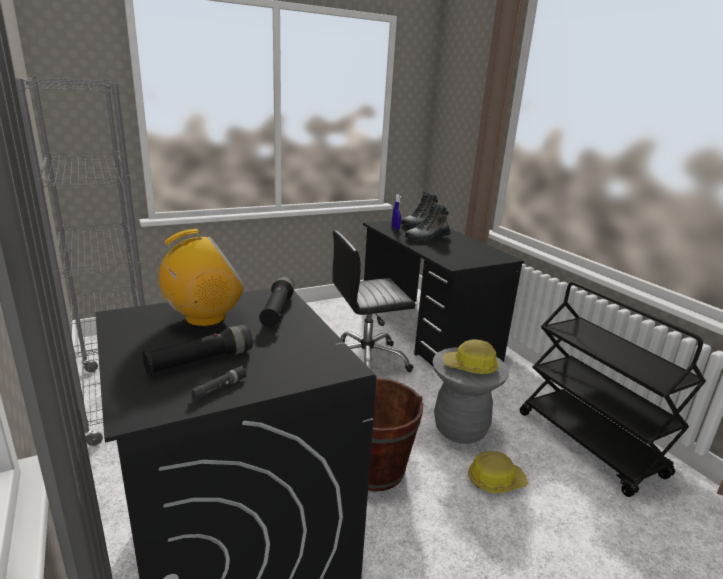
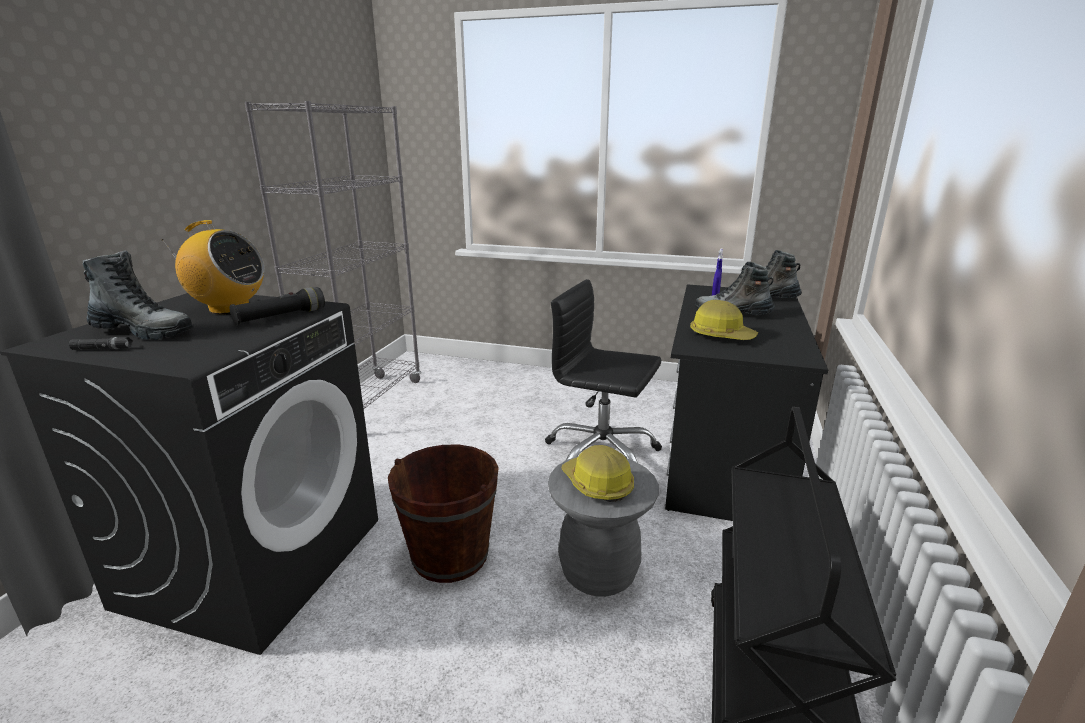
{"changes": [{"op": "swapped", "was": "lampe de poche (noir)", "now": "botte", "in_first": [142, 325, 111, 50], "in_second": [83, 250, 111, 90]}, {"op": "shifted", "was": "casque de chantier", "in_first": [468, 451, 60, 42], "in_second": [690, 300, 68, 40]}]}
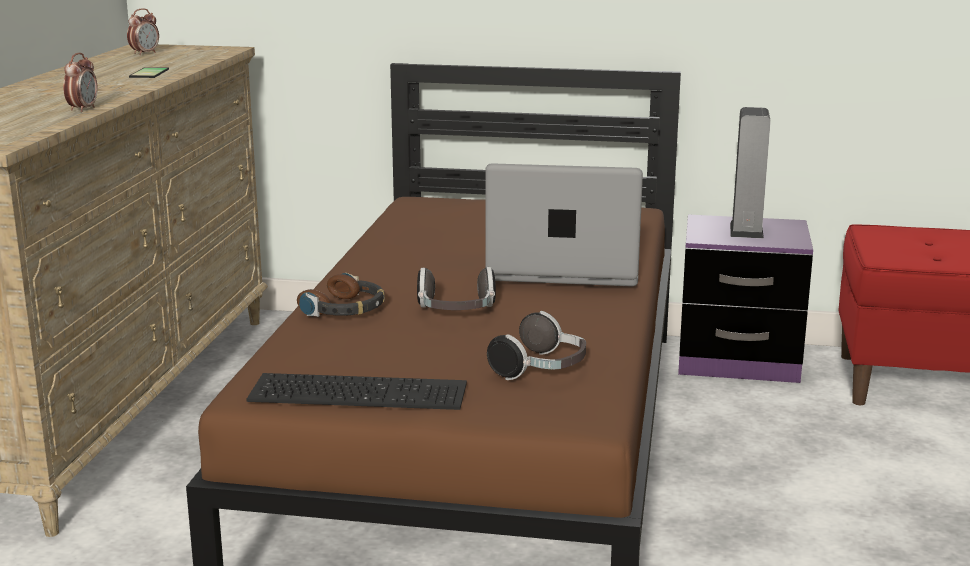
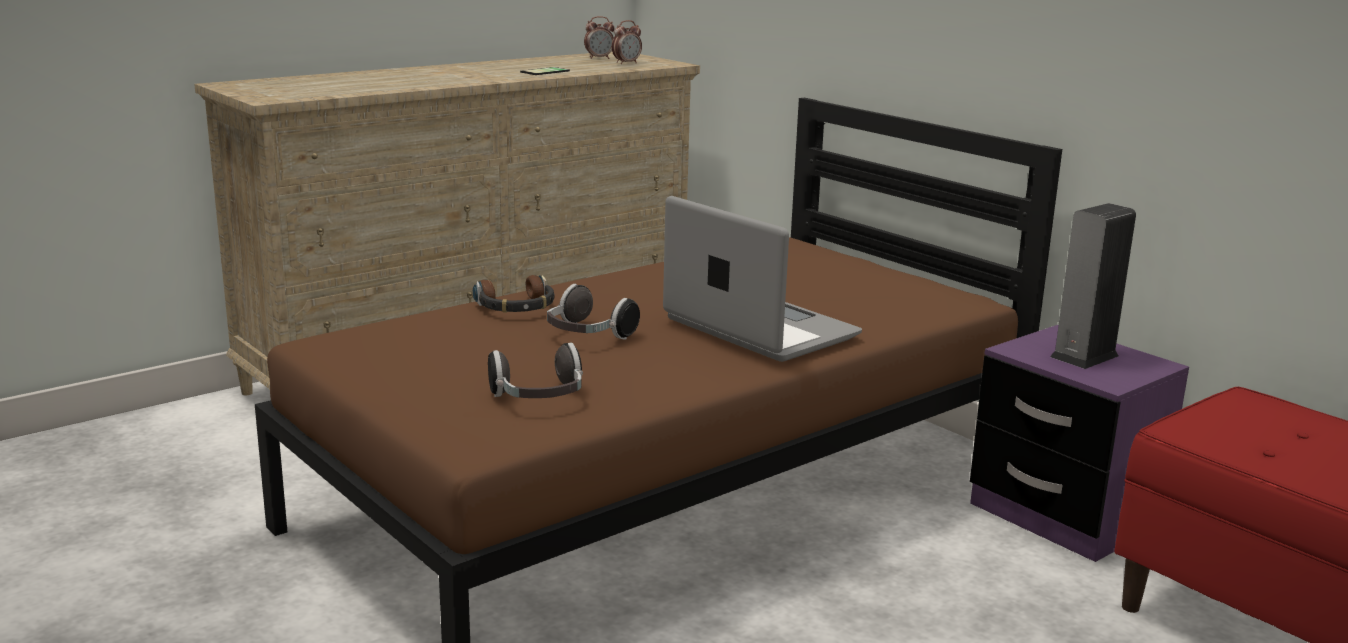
{"changes": [{"op": "shifted", "was": "réveil", "in_first": [63, 53, 35, 59], "in_second": [612, 20, 30, 44]}, {"op": "gone", "was": "clavier", "in_first": [246, 373, 221, 37]}]}
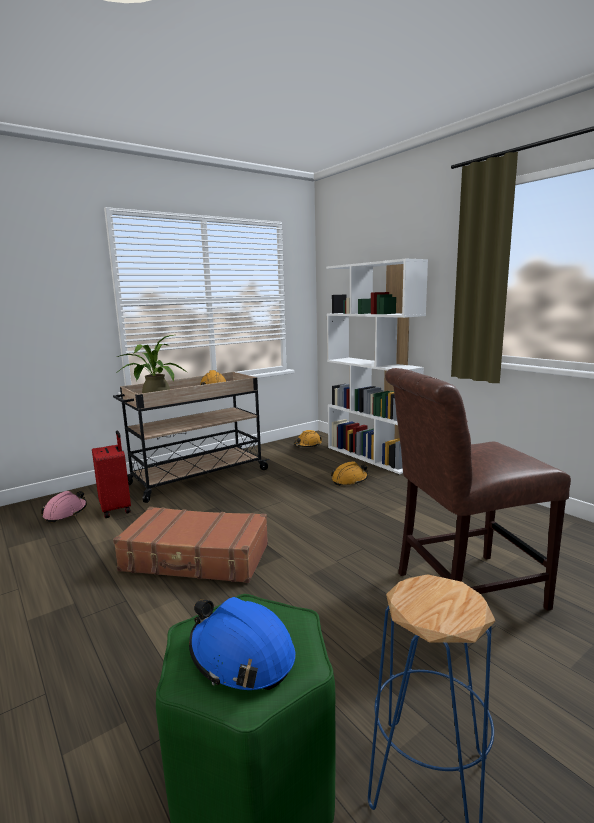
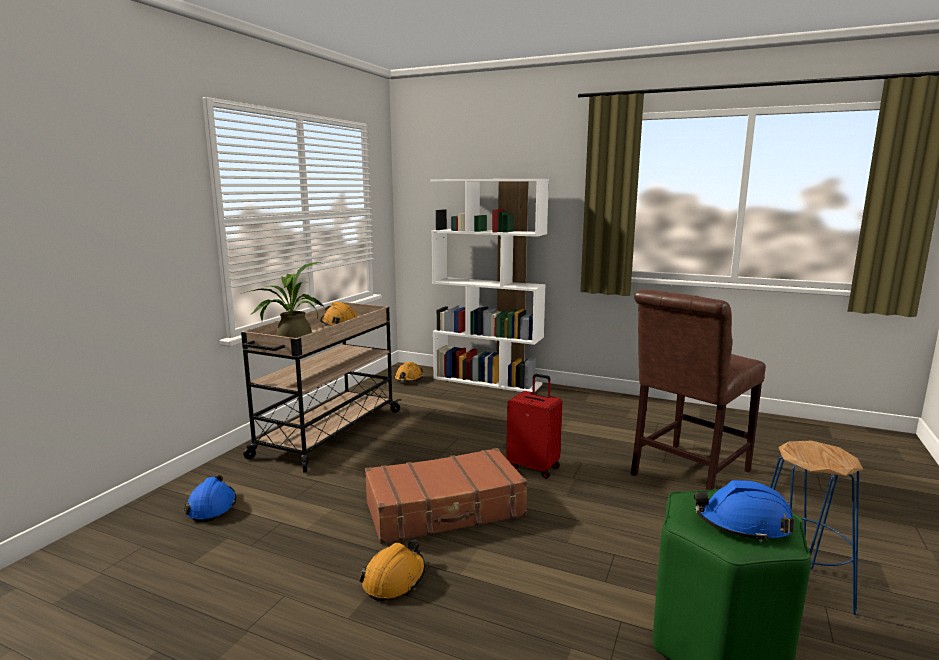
{"changes": [{"op": "repainted", "was": "casque de chantier (rose)", "now": "casque de chantier (bleu)", "in_first": [41, 491, 46, 31], "in_second": [184, 475, 53, 47]}, {"op": "shifted", "was": "valise (rouge)", "in_first": [92, 430, 39, 88], "in_second": [506, 374, 56, 105]}, {"op": "shifted", "was": "casque de chantier (orange)", "in_first": [331, 461, 37, 25], "in_second": [360, 540, 66, 61]}]}
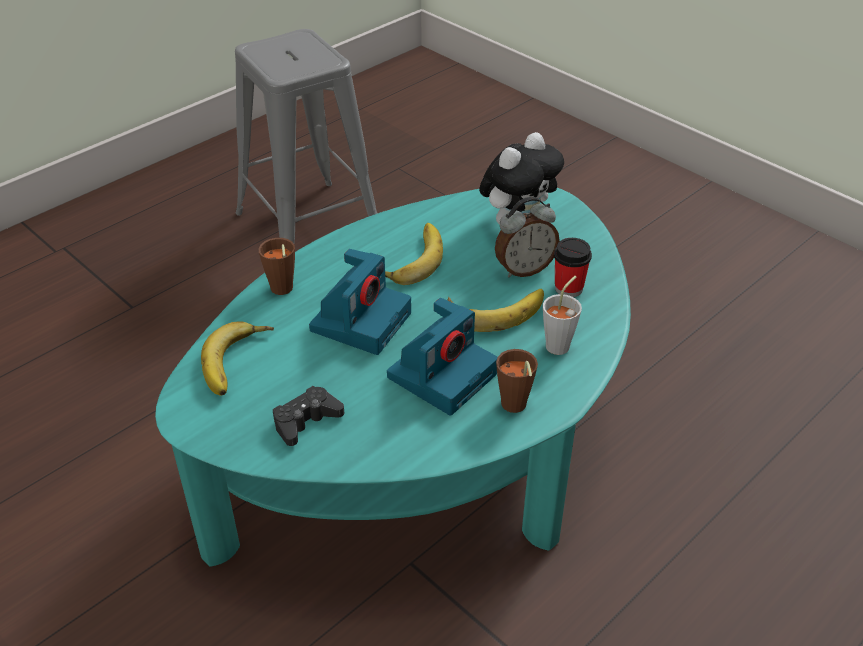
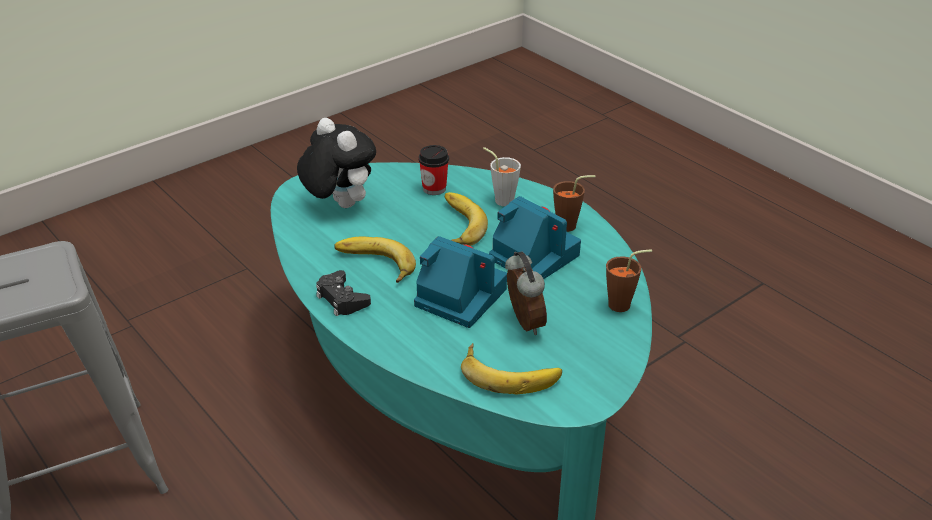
{"changes": [{"op": "shifted", "was": "tasse (marron)", "in_first": [259, 238, 36, 57], "in_second": [606, 249, 46, 63]}, {"op": "shifted", "was": "manette (noir)", "in_first": [273, 386, 71, 60], "in_second": [316, 270, 55, 46]}, {"op": "shifted", "was": "réveil", "in_first": [495, 197, 65, 80], "in_second": [505, 251, 42, 84]}]}
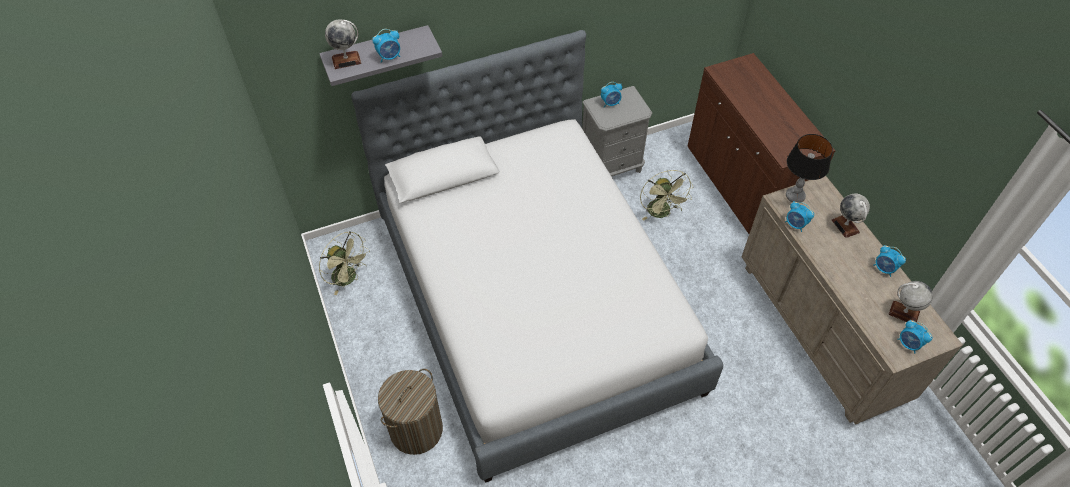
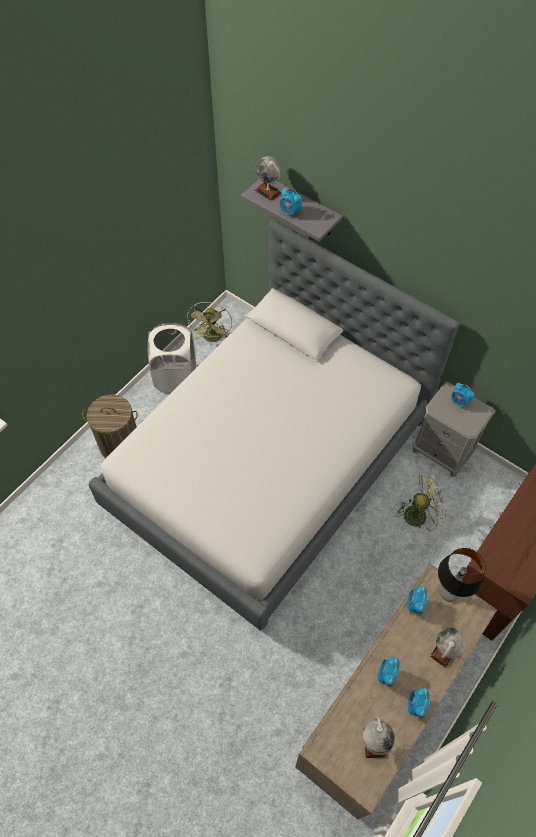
{"changes": [{"op": "rotated", "was": "ventilateur (vert)", "in_first": [640, 170, 53, 50], "in_second": [396, 472, 51, 61], "clockwise": -150}, {"op": "shifted", "was": "réveil", "in_first": [897, 320, 36, 33], "in_second": [378, 657, 21, 30]}, {"op": "new", "now": "panier à linge (blanc)", "in_second": [148, 323, 48, 70]}]}
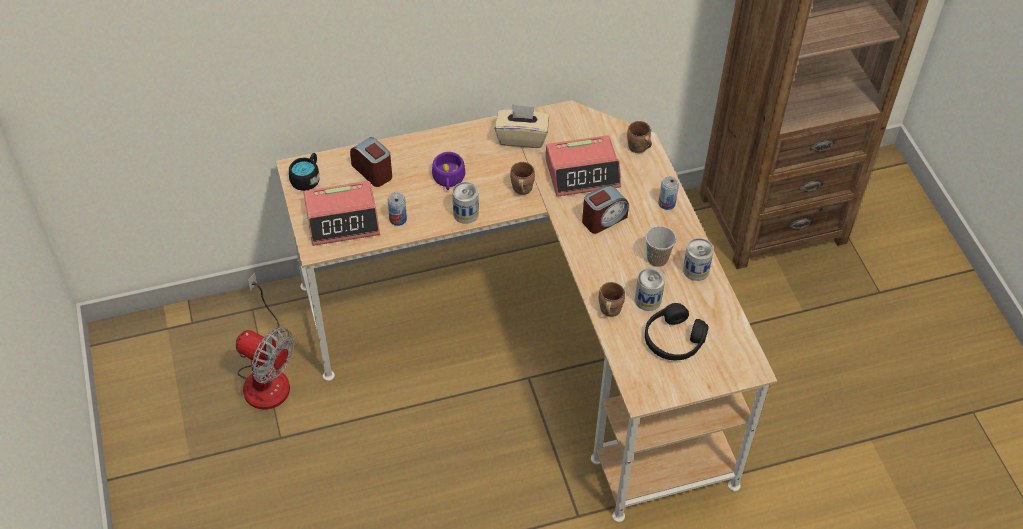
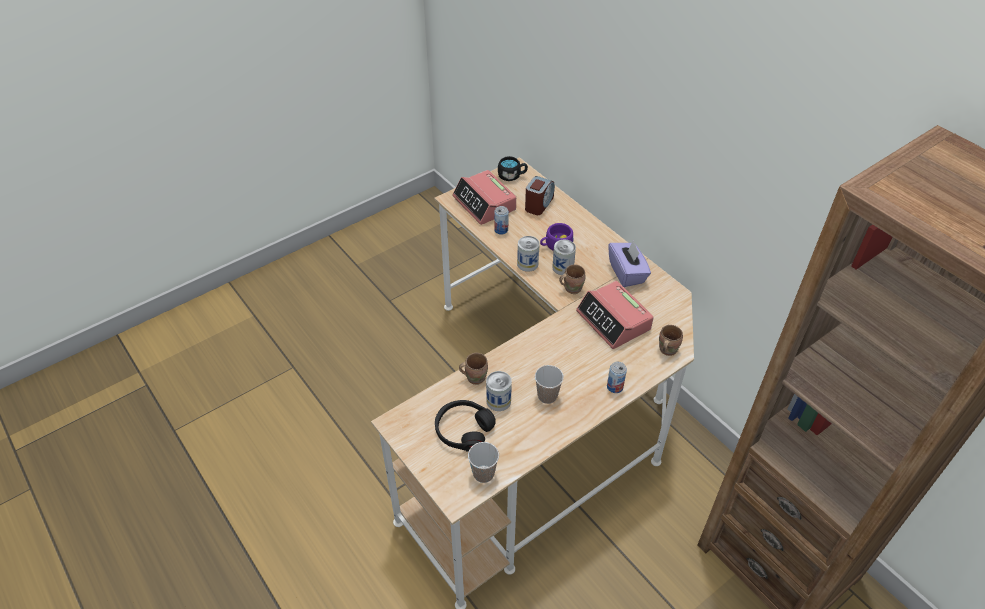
{"changes": [{"op": "gone", "was": "ventilateur", "in_first": [236, 272, 58, 137]}, {"op": "repainted", "was": "boîte à mouchoirs (beige)", "now": "boîte à mouchoirs (violet)", "in_first": [495, 104, 54, 44], "in_second": [608, 240, 43, 47]}, {"op": "gone", "was": "réveil", "in_first": [582, 185, 47, 49]}, {"op": "shifted", "was": "boîte métallique", "in_first": [683, 238, 31, 43], "in_second": [552, 240, 24, 35]}, {"op": "new", "now": "tasse", "in_second": [468, 442, 31, 41]}]}
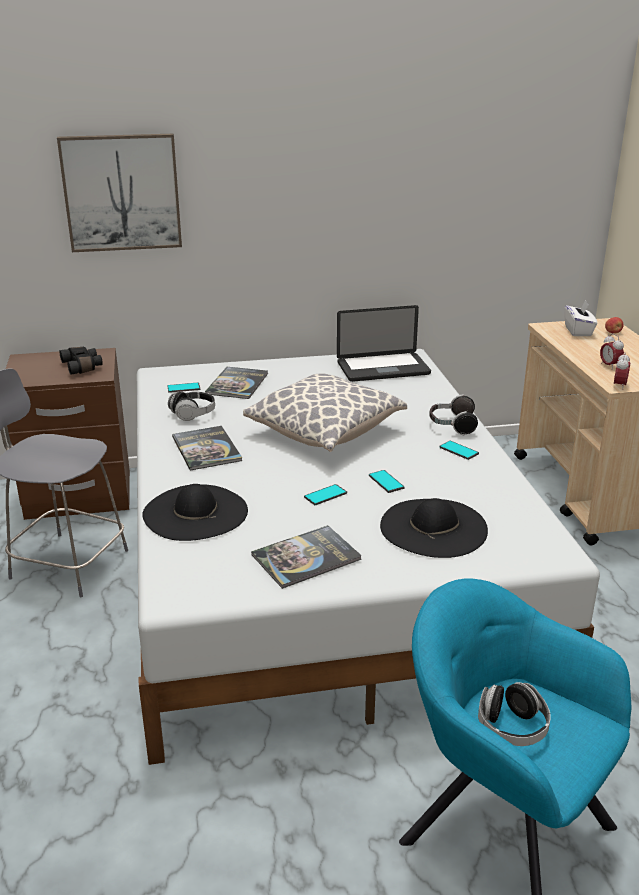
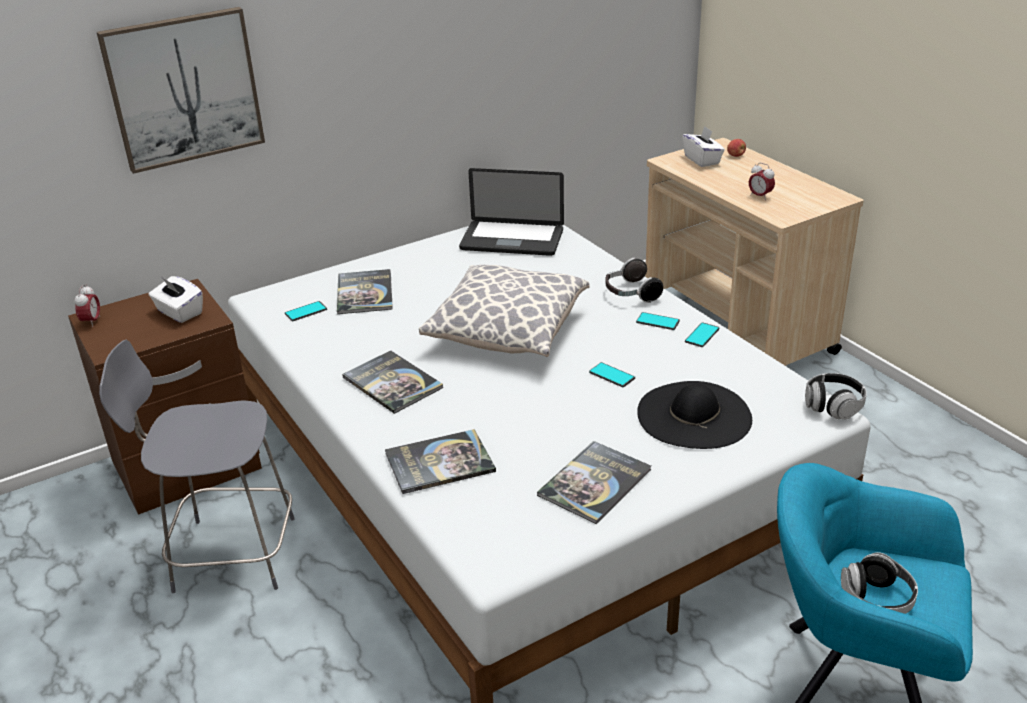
{"changes": [{"op": "swapped", "was": "jumelles (noir)", "now": "boîte à mouchoirs (blanc)", "in_first": [59, 347, 44, 28], "in_second": [149, 276, 54, 47]}, {"op": "swapped", "was": "chapeau (noir)", "now": "livre", "in_first": [142, 484, 106, 57], "in_second": [385, 429, 111, 65]}, {"op": "shifted", "was": "casque audio", "in_first": [168, 392, 47, 29], "in_second": [805, 373, 62, 47]}, {"op": "shifted", "was": "téléphone", "in_first": [304, 484, 43, 21], "in_second": [685, 322, 35, 25]}, {"op": "rotated", "was": "ordinateur portable", "in_first": [337, 305, 94, 77], "in_second": [459, 168, 105, 88], "clockwise": 45}, {"op": "shifted", "was": "réveil", "in_first": [614, 352, 16, 38], "in_second": [74, 284, 26, 43]}]}
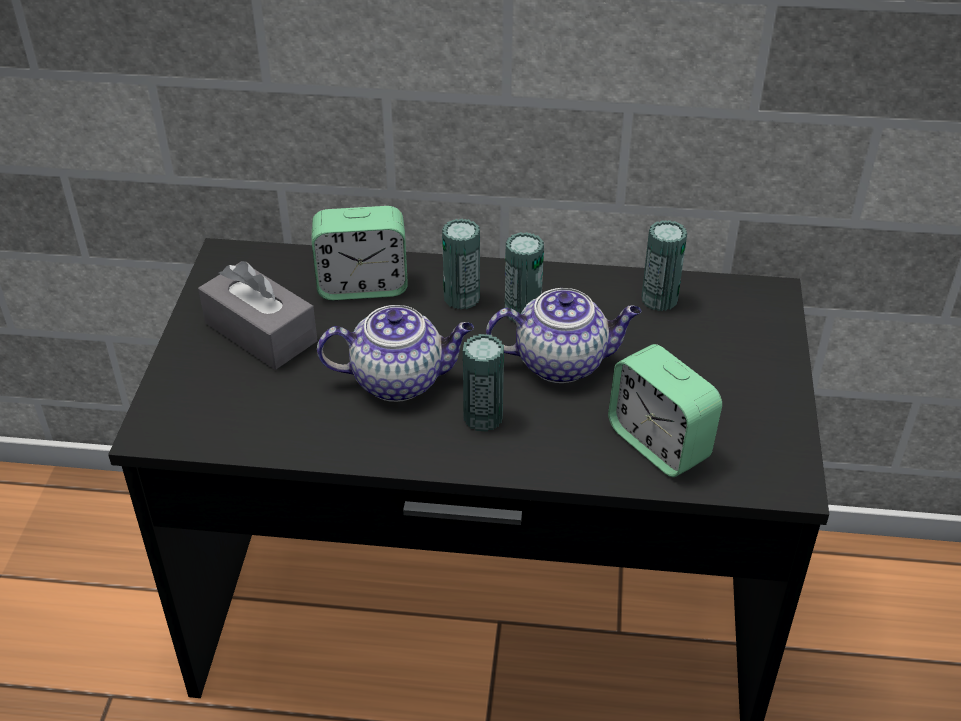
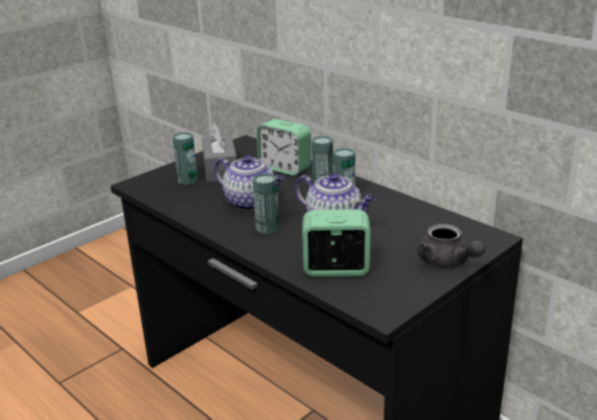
{"changes": [{"op": "rotated", "was": "réveil", "in_first": [608, 344, 114, 133], "in_second": [302, 209, 69, 68], "clockwise": 90}, {"op": "shifted", "was": "boîte métallique", "in_first": [641, 220, 46, 91], "in_second": [173, 132, 25, 53]}, {"op": "new", "now": "théière (gris)", "in_second": [418, 224, 67, 44]}]}
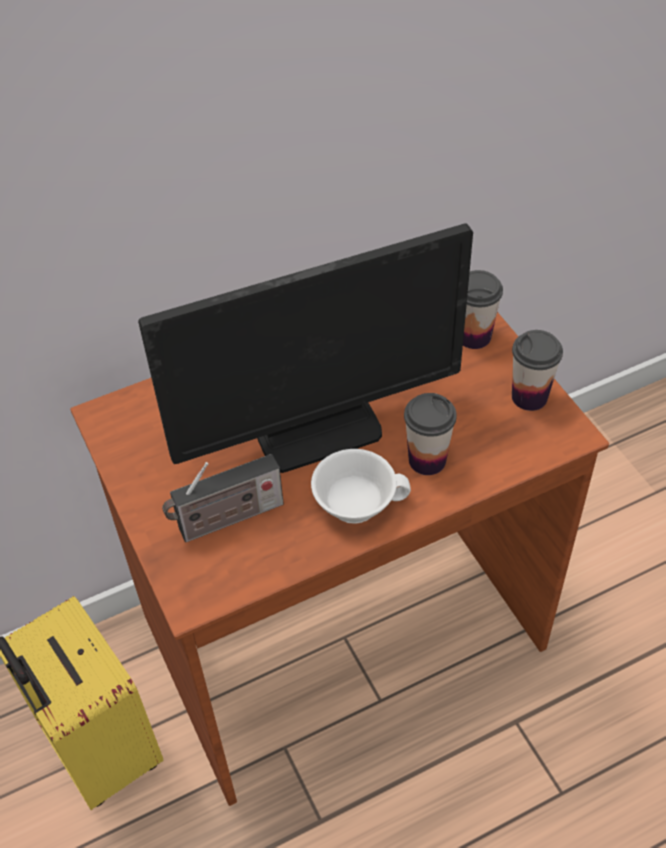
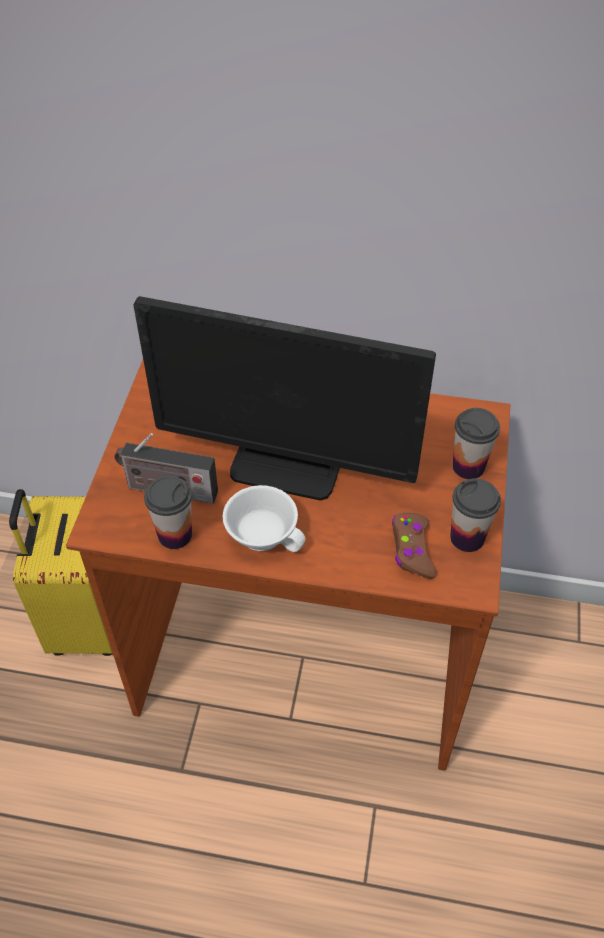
{"changes": [{"op": "shifted", "was": "tasse", "in_first": [404, 393, 53, 82], "in_second": [144, 476, 48, 73]}, {"op": "new", "now": "manette (marron)", "in_second": [392, 513, 45, 66]}]}
